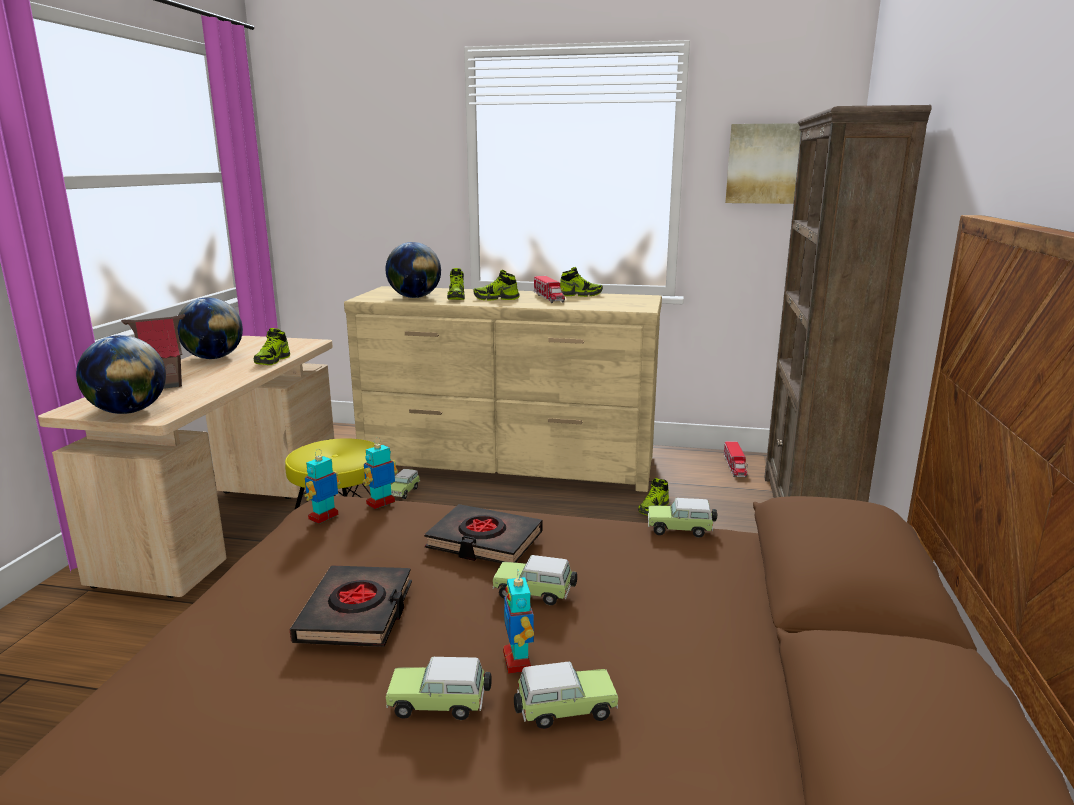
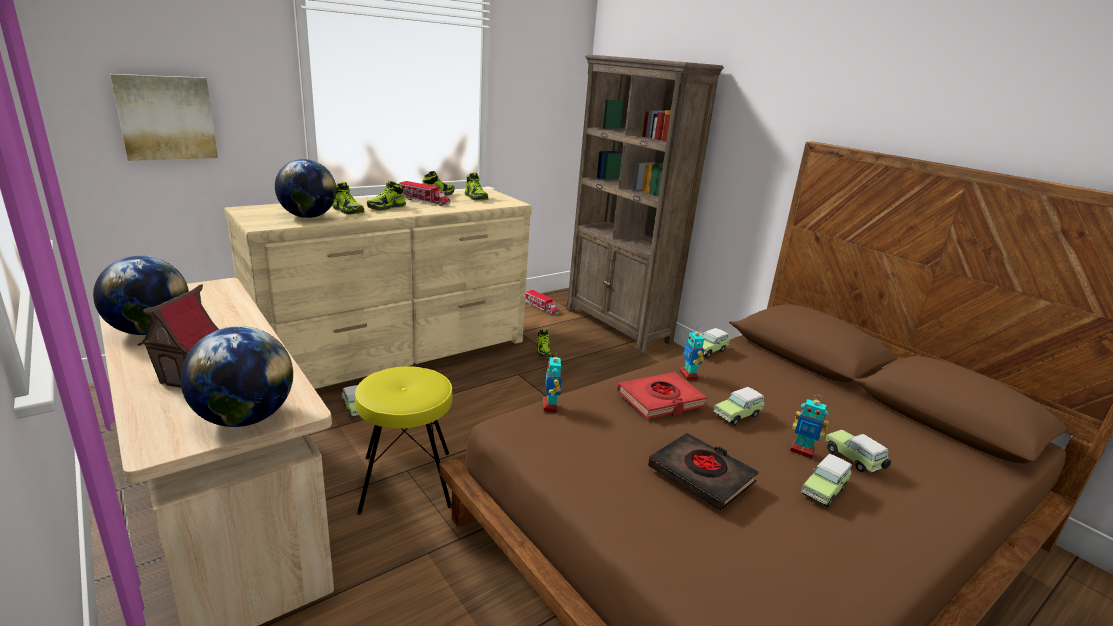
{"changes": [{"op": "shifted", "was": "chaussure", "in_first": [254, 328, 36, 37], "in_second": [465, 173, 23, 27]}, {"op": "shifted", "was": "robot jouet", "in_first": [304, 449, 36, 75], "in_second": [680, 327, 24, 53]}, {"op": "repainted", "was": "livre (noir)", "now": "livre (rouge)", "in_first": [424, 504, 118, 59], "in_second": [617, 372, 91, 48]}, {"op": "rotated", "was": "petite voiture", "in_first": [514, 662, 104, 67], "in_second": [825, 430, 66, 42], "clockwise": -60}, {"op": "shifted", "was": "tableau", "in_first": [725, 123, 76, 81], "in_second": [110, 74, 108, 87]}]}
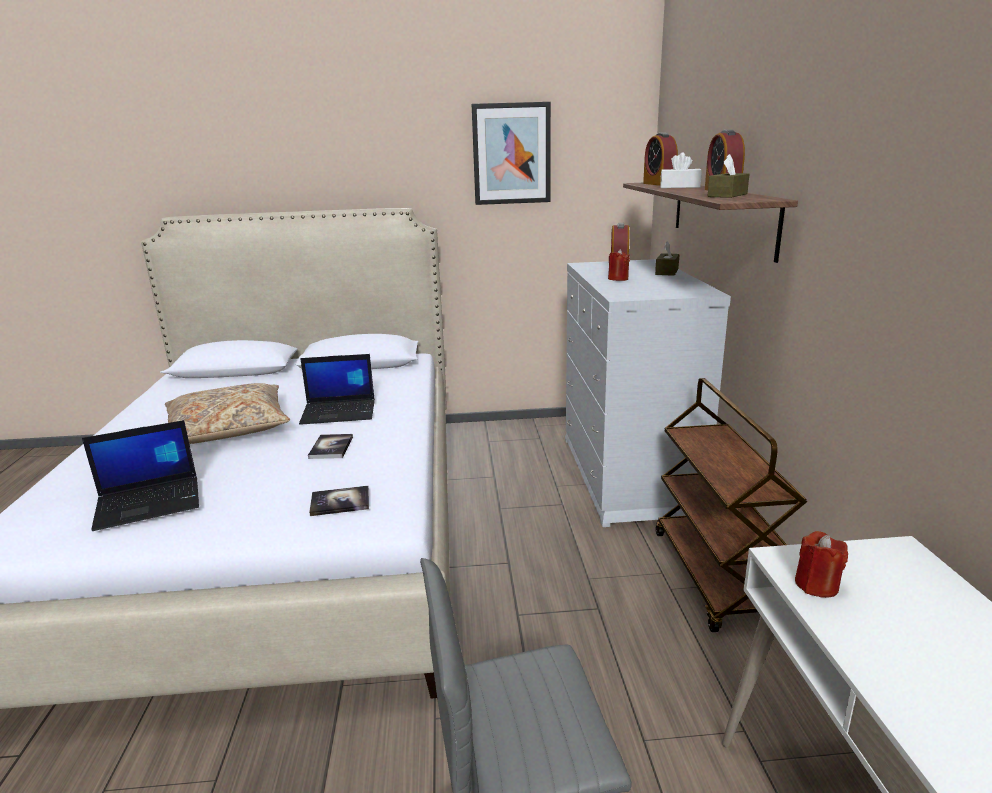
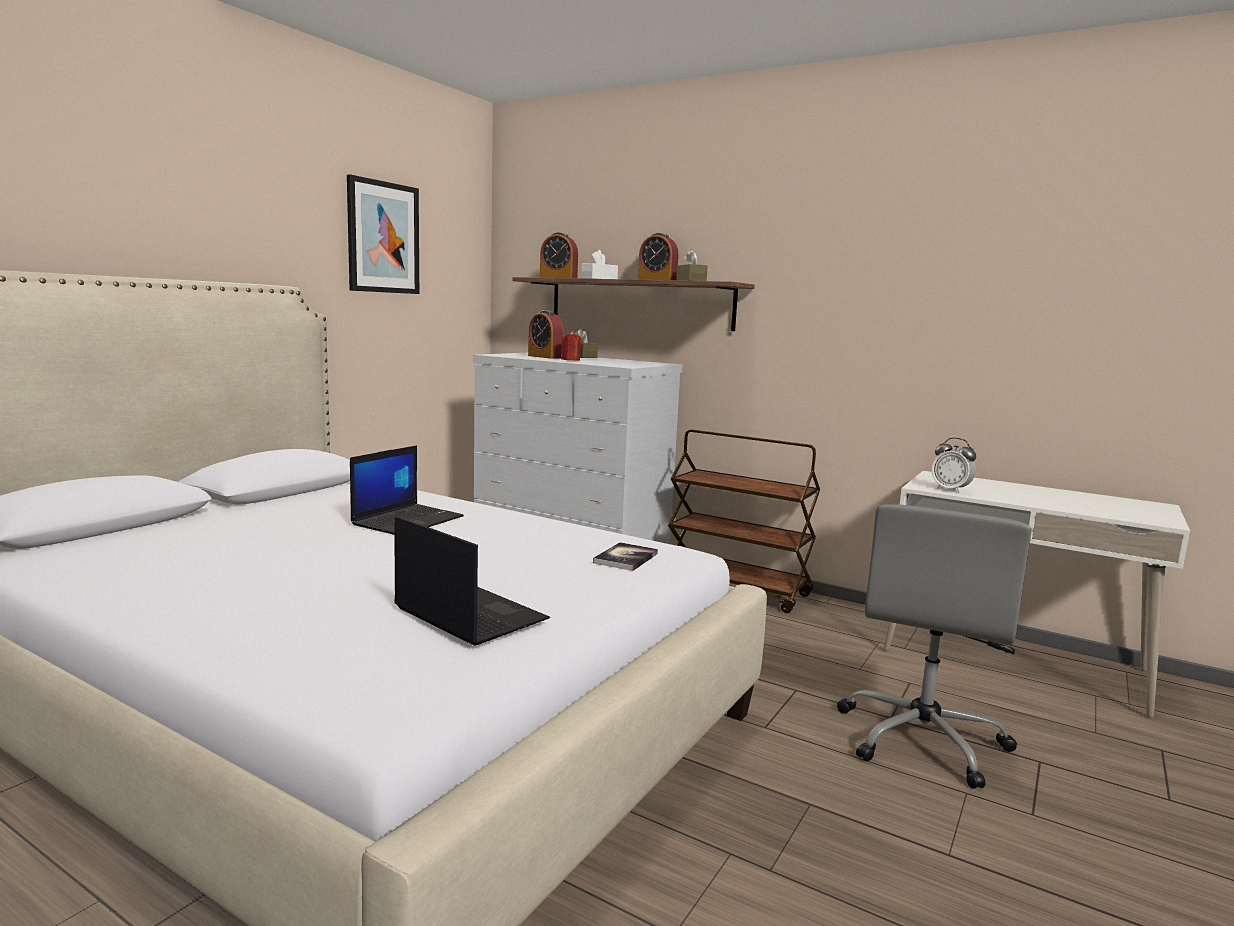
{"changes": [{"op": "rotated", "was": "ordinateur portable", "in_first": [82, 420, 117, 111], "in_second": [394, 516, 156, 130], "clockwise": -60}, {"op": "gone", "was": "coussin (beige)", "in_first": [165, 383, 125, 61]}, {"op": "gone", "was": "livre", "in_first": [308, 434, 45, 25]}, {"op": "swapped", "was": "bougie (rouge)", "now": "réveil", "in_first": [795, 531, 53, 67], "in_second": [932, 438, 44, 55]}]}
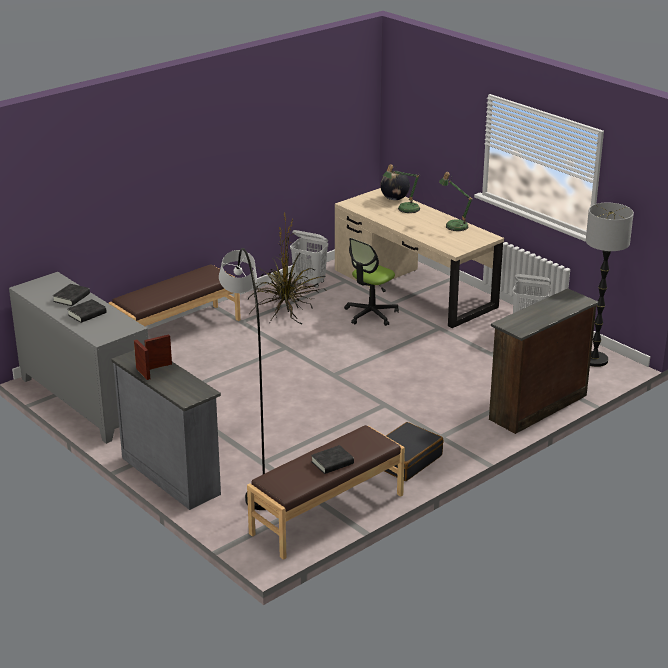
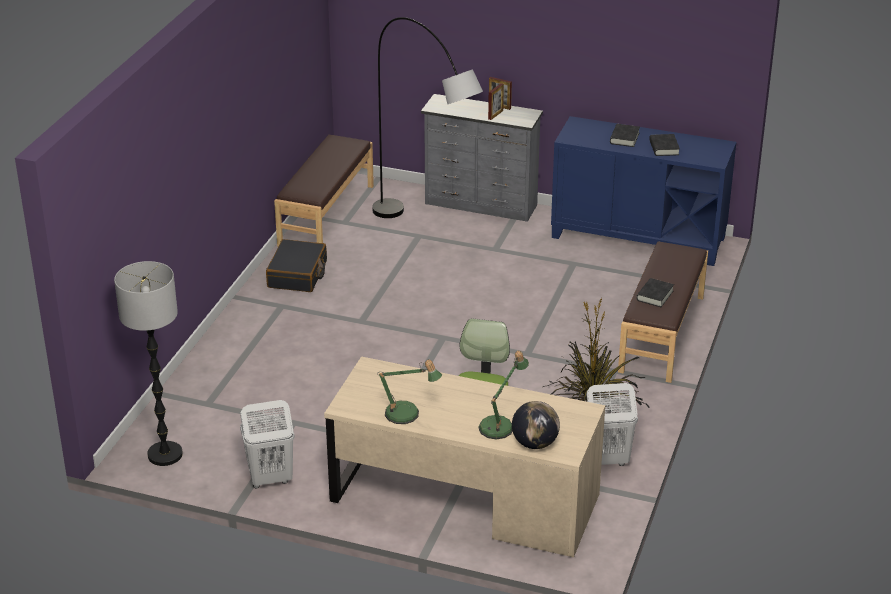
{"changes": [{"op": "repainted", "was": "meuble de rangement (gris)", "now": "meuble de rangement (bleu)", "in_first": [9, 272, 139, 172], "in_second": [551, 116, 185, 150]}, {"op": "shifted", "was": "livre (noir)", "in_first": [311, 445, 43, 29], "in_second": [636, 278, 38, 29]}, {"op": "gone", "was": "commode (marron)", "in_first": [489, 289, 109, 145]}]}
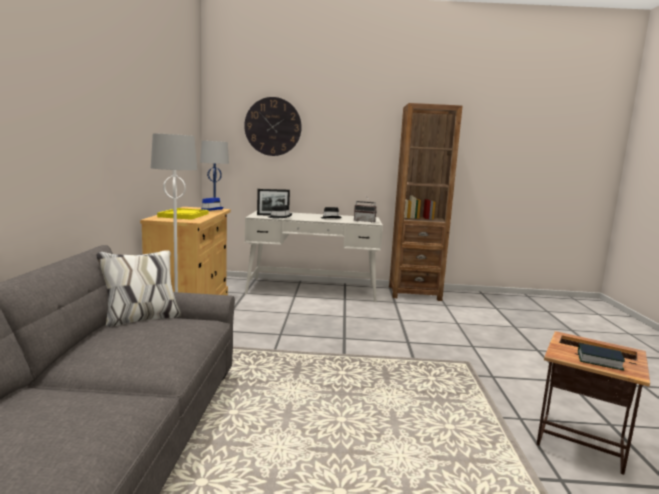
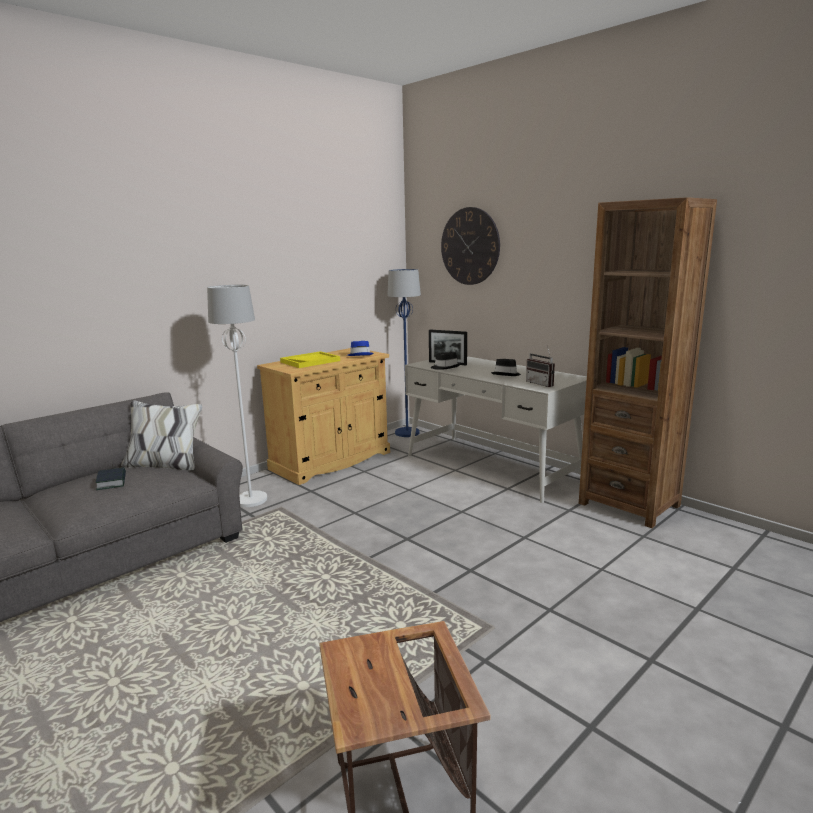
{"changes": [{"op": "shifted", "was": "livre", "in_first": [578, 343, 47, 28], "in_second": [96, 467, 30, 23]}]}
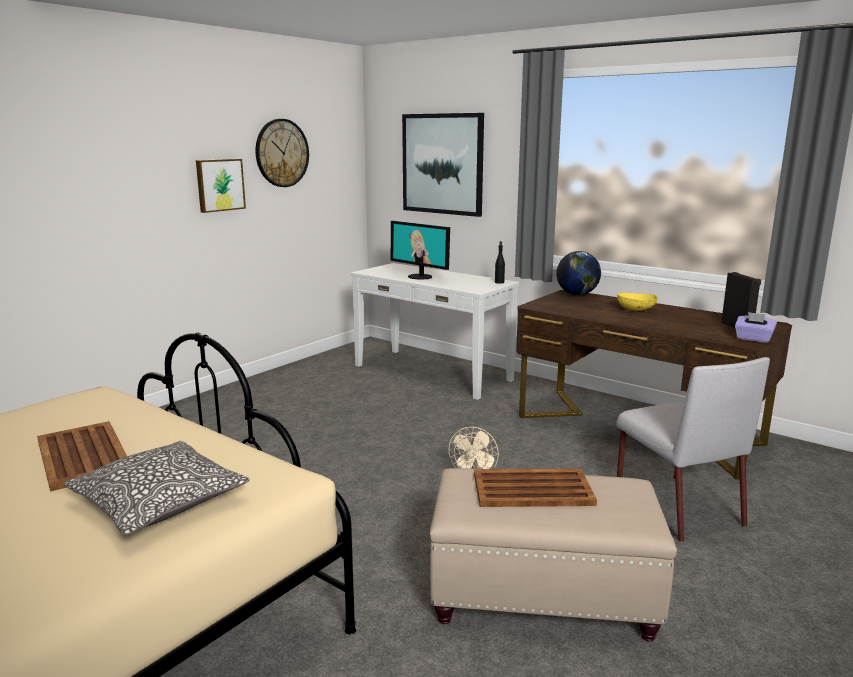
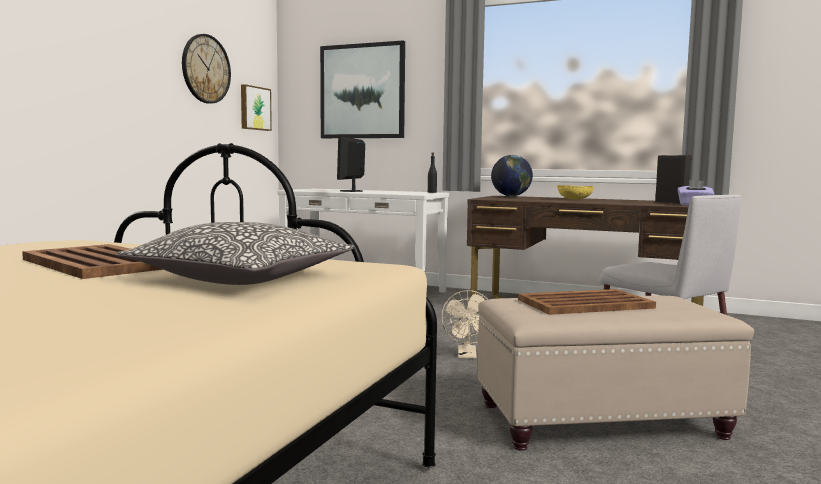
{"changes": [{"op": "shifted", "was": "tableau", "in_first": [196, 159, 50, 54], "in_second": [241, 84, 31, 47]}, {"op": "rotated", "was": "écran d'ordinateur", "in_first": [391, 221, 59, 59], "in_second": [337, 136, 28, 56], "clockwise": 75}]}
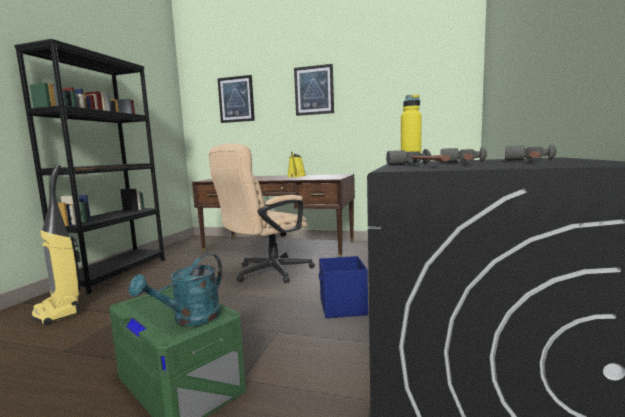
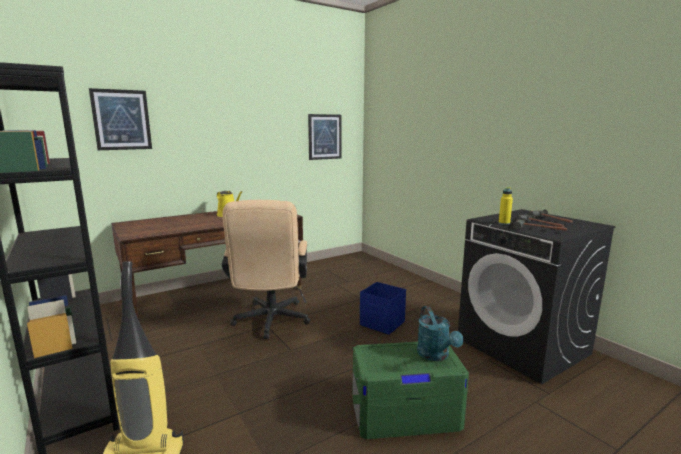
{"changes": [{"op": "shifted", "was": "tableau", "in_first": [294, 64, 40, 52], "in_second": [308, 114, 33, 46]}]}
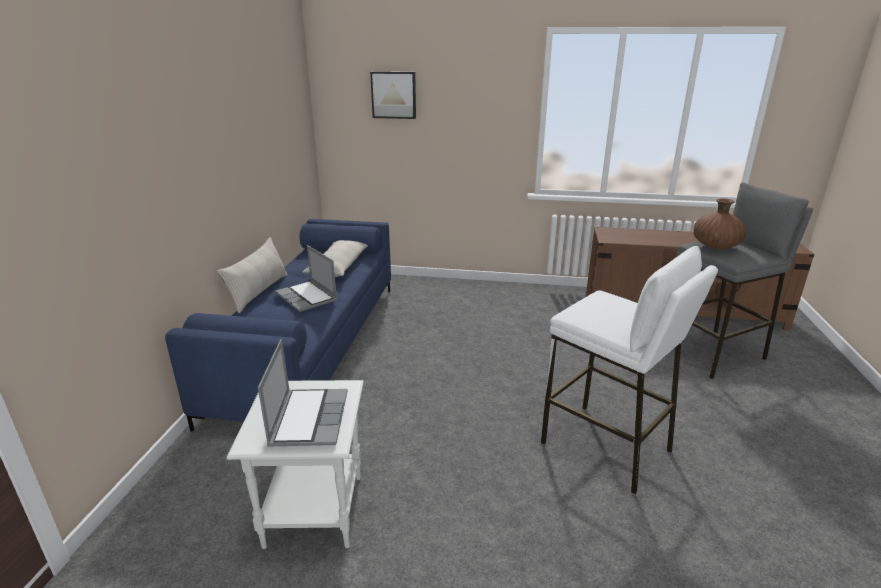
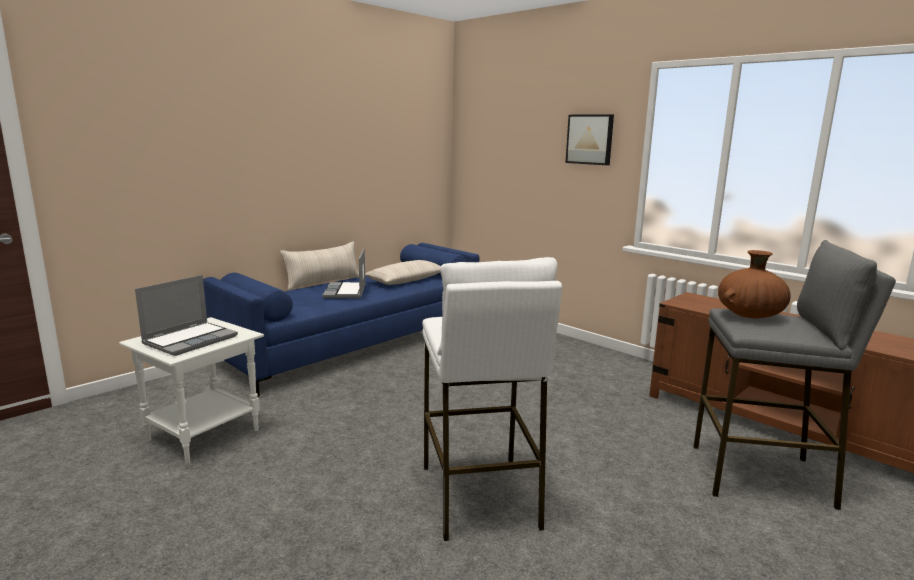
{"changes": [{"op": "shifted", "was": "tableau", "in_first": [370, 71, 46, 48], "in_second": [565, 114, 49, 51]}]}
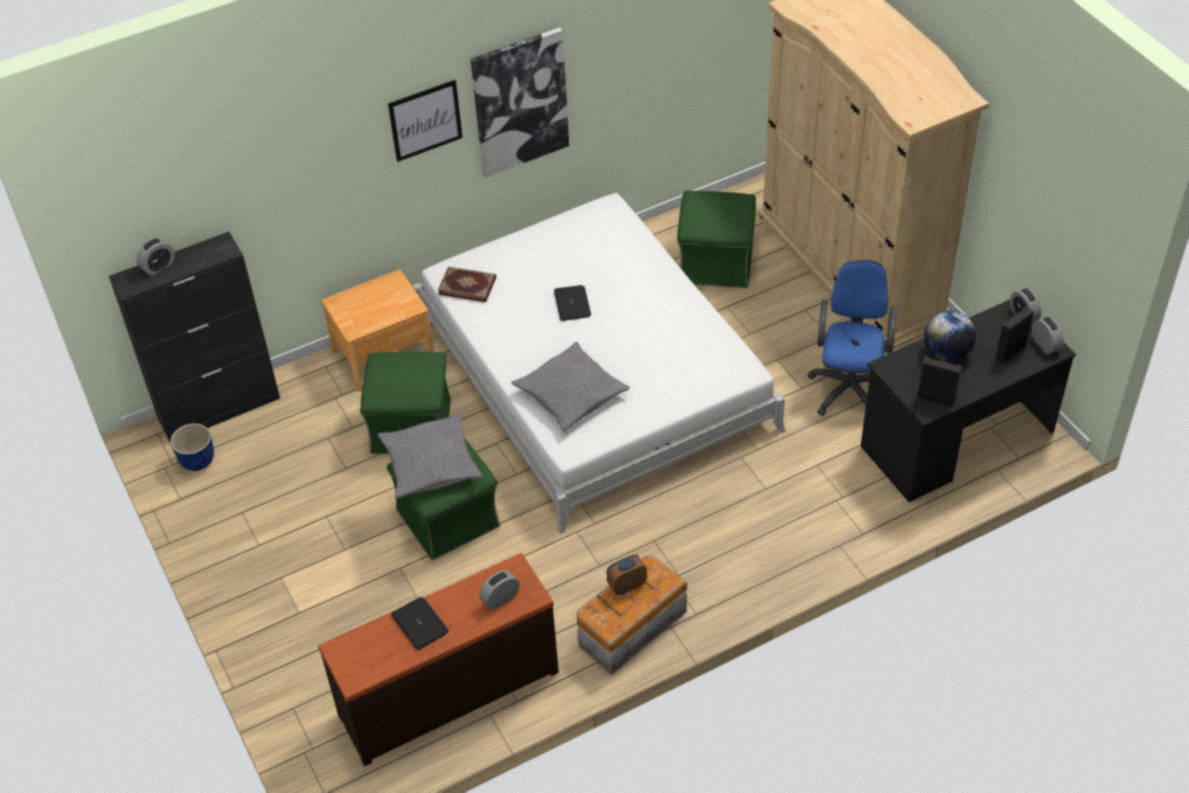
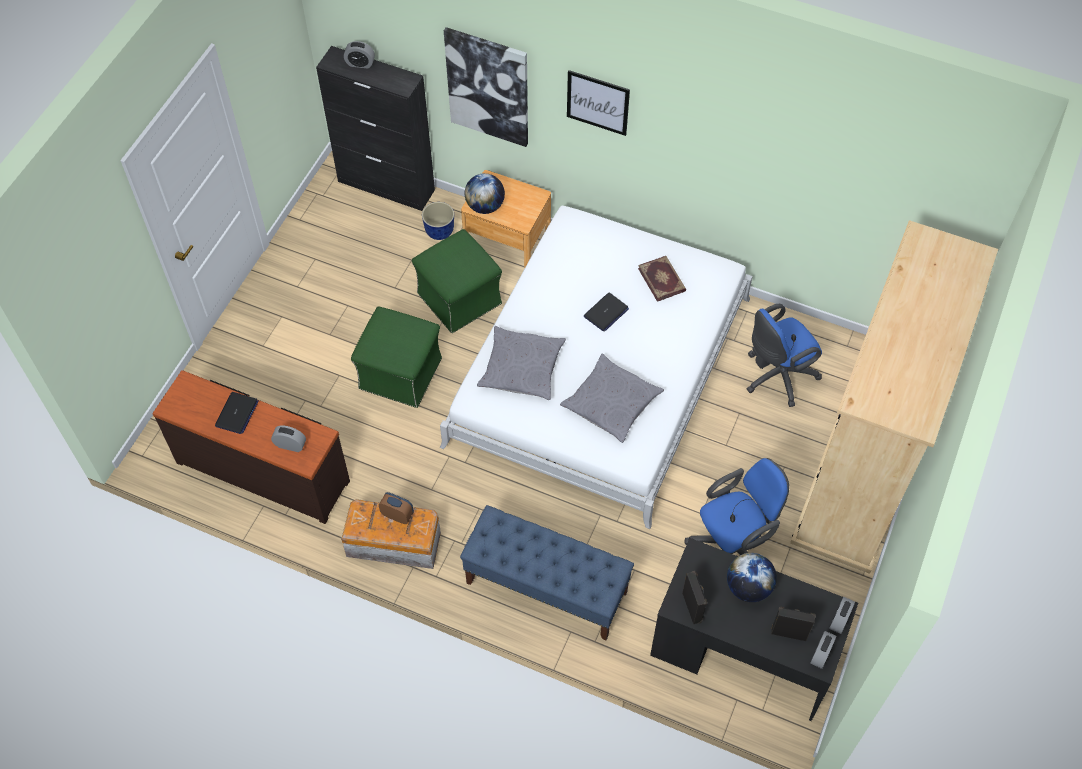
{"changes": [{"op": "shifted", "was": "cache-pot", "in_first": [170, 423, 44, 48], "in_second": [422, 202, 32, 38]}, {"op": "shifted", "was": "coussin (gris)", "in_first": [378, 413, 104, 86], "in_second": [560, 353, 104, 90]}, {"op": "shifted", "was": "livre", "in_first": [438, 267, 58, 35], "in_second": [638, 256, 48, 46]}, {"op": "shifted", "was": "tableau", "in_first": [471, 27, 98, 151], "in_second": [444, 27, 84, 120]}, {"op": "swapped", "was": "pouf (vert)", "now": "chaise de bureau (bleu)", "in_first": [677, 191, 79, 97], "in_second": [747, 304, 75, 103]}, {"op": "new", "now": "banc (bleu)", "in_second": [460, 505, 174, 135]}, {"op": "new", "now": "globe", "in_second": [465, 173, 40, 41]}]}
